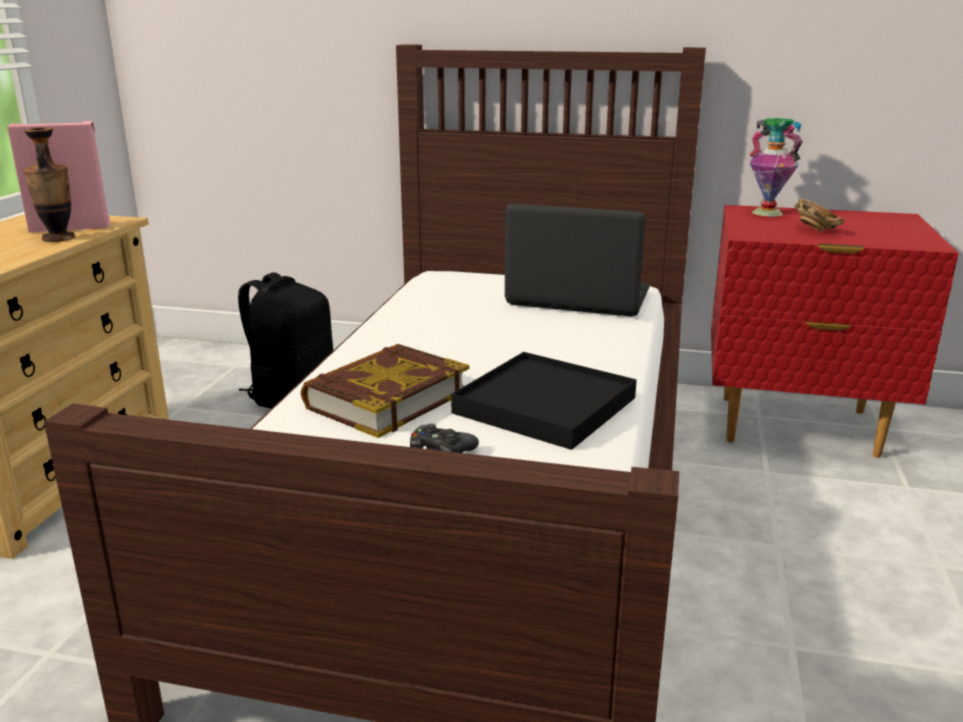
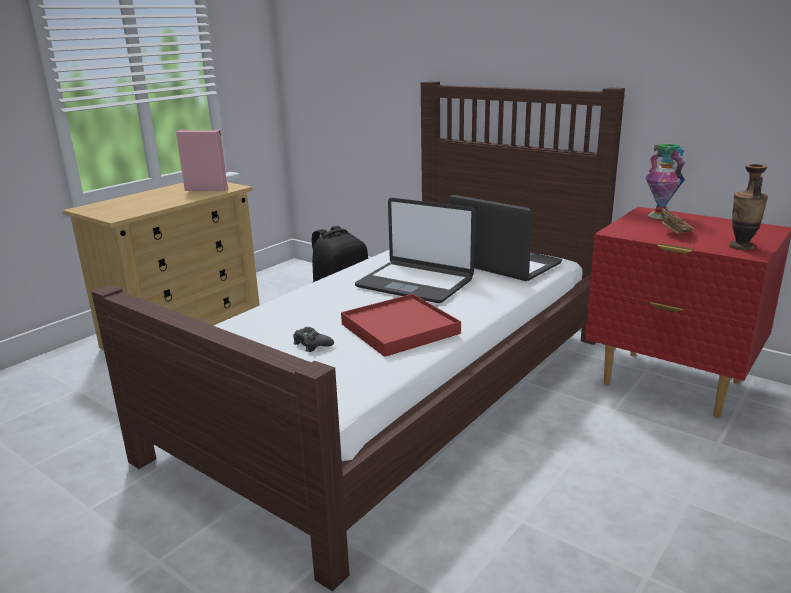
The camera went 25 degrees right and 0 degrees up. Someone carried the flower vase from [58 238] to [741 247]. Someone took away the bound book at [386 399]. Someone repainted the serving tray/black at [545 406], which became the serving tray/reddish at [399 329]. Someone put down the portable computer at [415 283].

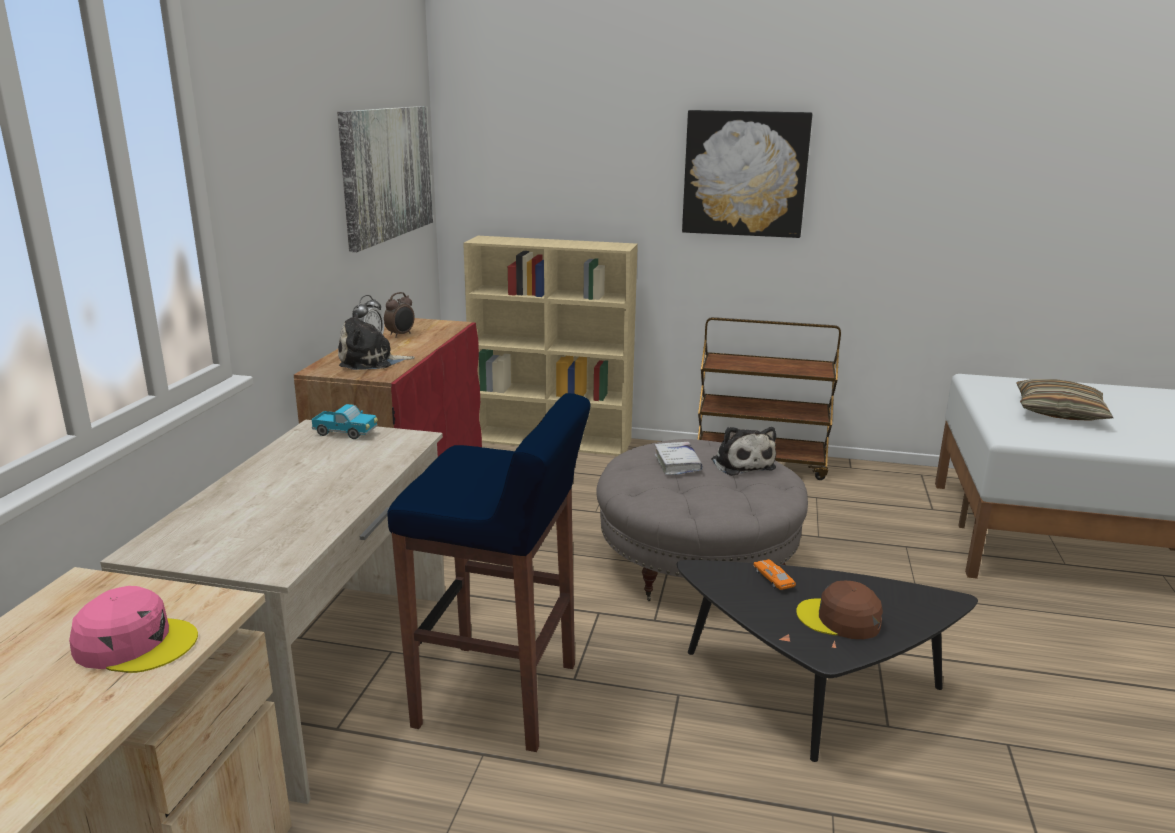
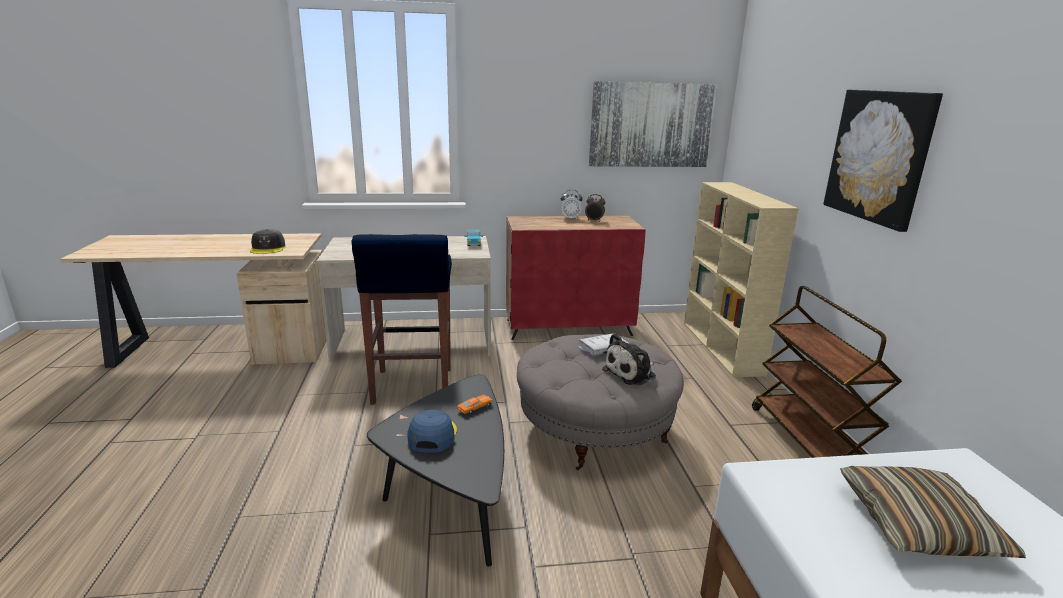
The camera went 70 degrees right and 0 degrees up. Someone repainted the baseball cap/pink at [135 643], which became the baseball cap/greyish at [268 248]. Someone took away the cuddly toy at [370 362]. Someone repainted the baseball cap/brown at [839 619], which became the baseball cap/blue-coloured at [432 435].

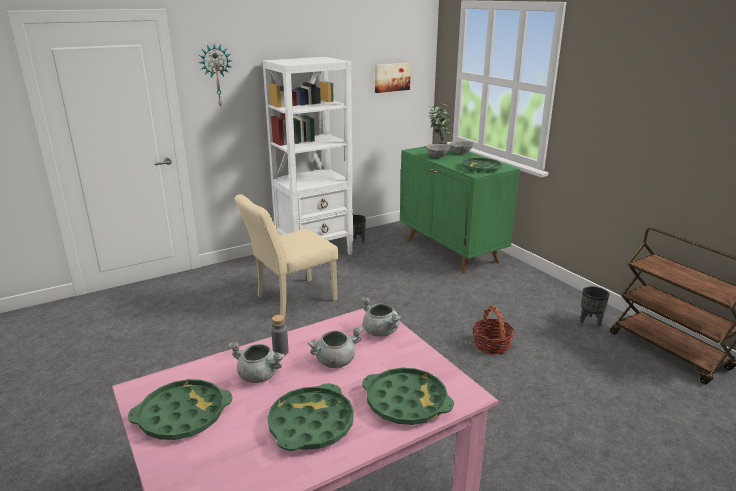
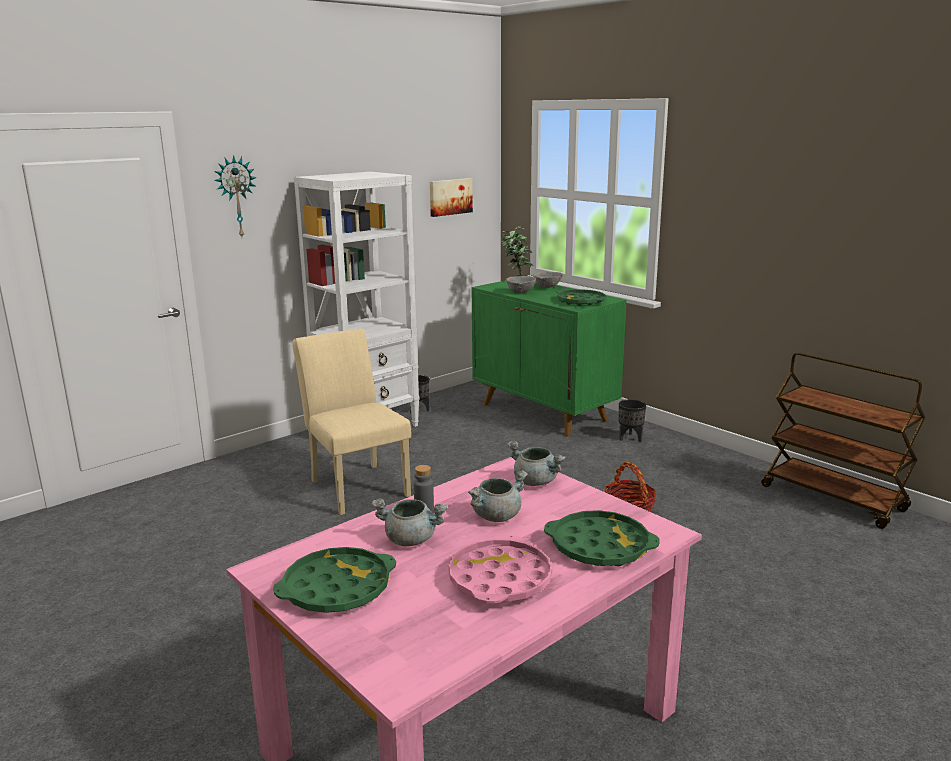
The camera went 10 degrees left and 5 degrees down. Someone rotated the chair/beige-coloured at [290 299] by 105 degrees clockwise. Someone repainted the serving tray/green at [311 424], which became the serving tray/pink at [499 579]. Someone carried the flower pot/black from [590 321] to [630 438].

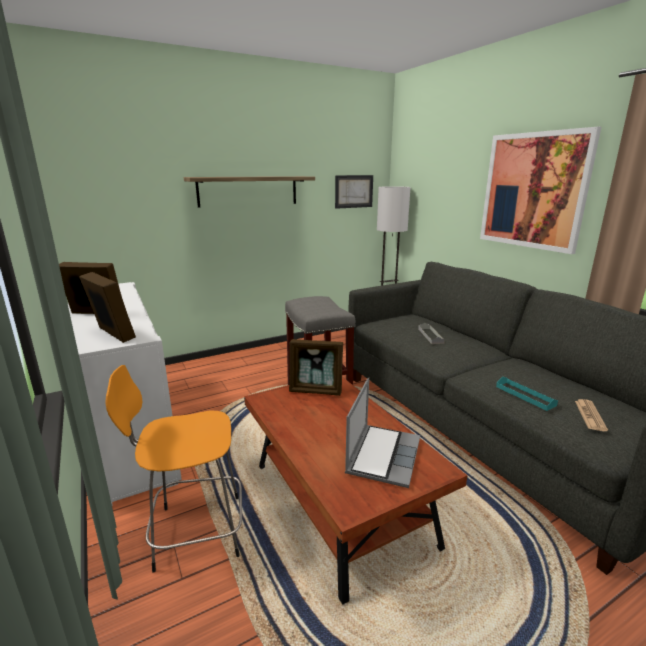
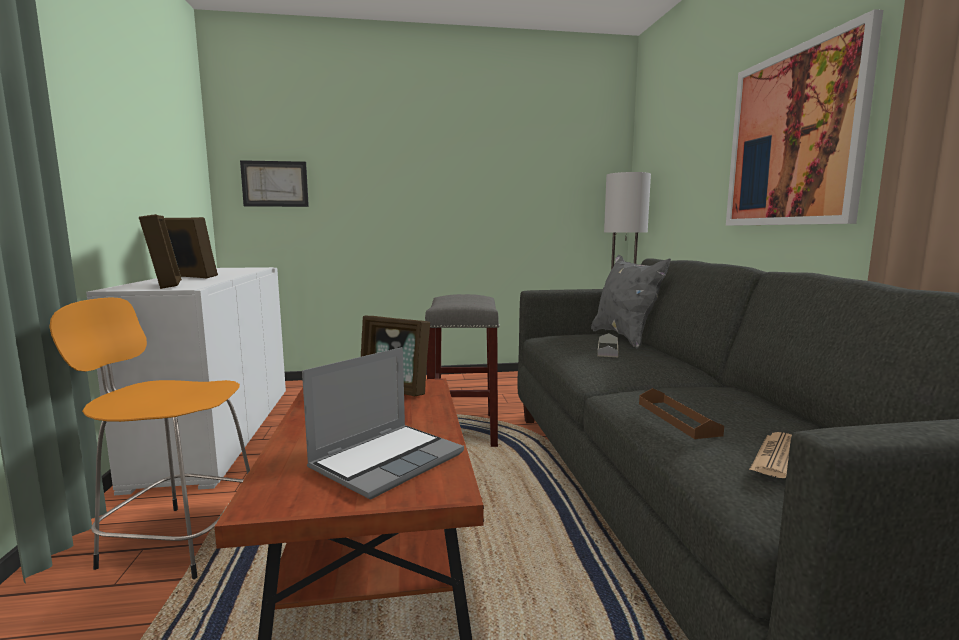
The camera went 20 degrees right and 10 degrees down. Someone took away the wall shelf at [248 191]. Someone carried the wall picture from [353 191] to [275 184]. Someone repainted the serving tray/blue-green at [525 396], which became the serving tray/brown at [677 418]. Someone put down the pillow/greyish at [625 338].

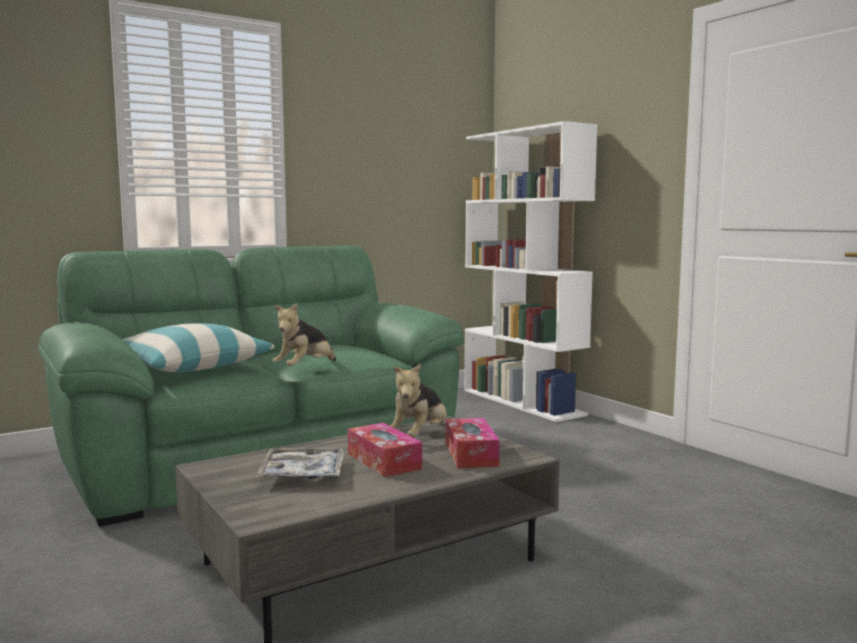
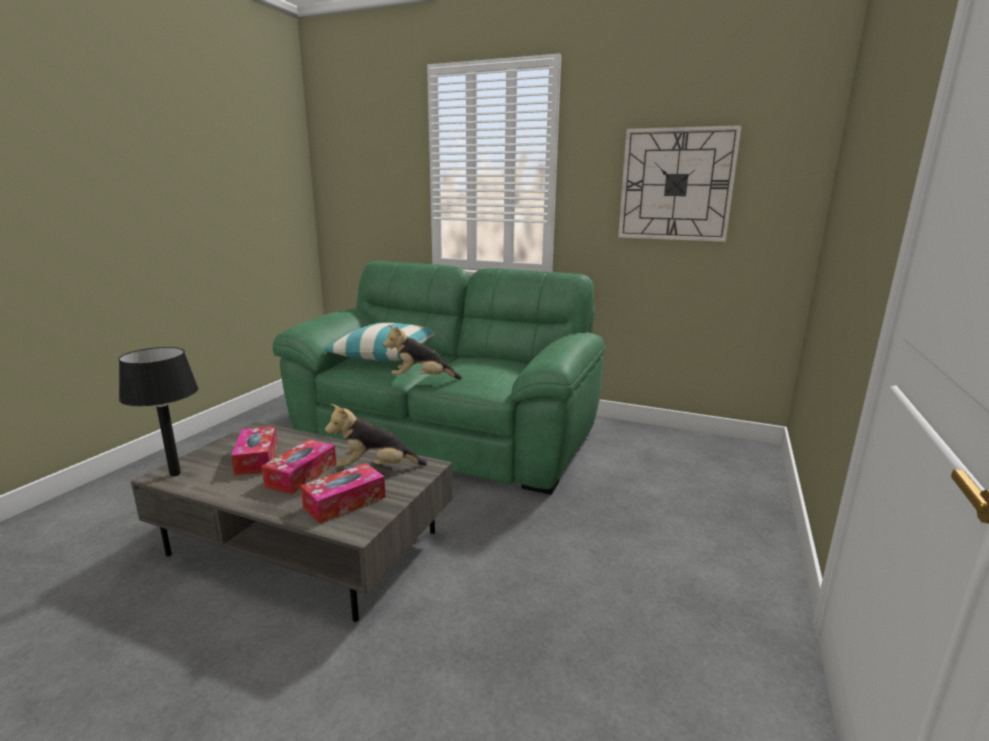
The camera went 55 degrees right and 10 degrees up. Someone swapped the serving tray at [303 473] for the tissue box at [257 458]. Someone took away the bookcase/whitish at [523 402]. Someone put down the table lamp/black at [175 473]. Someone put up the hanging clock at [676 185].

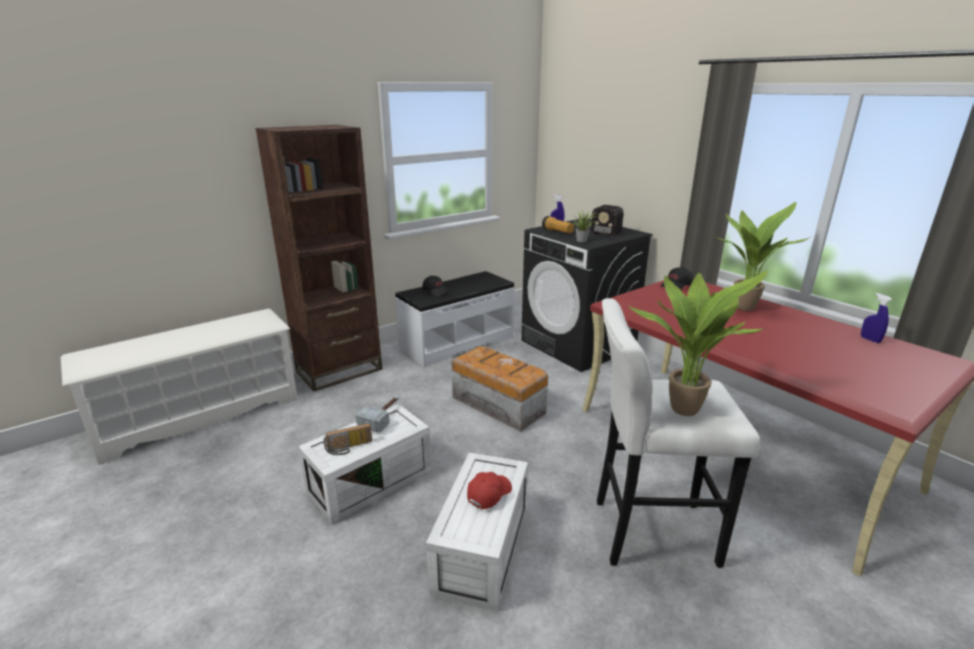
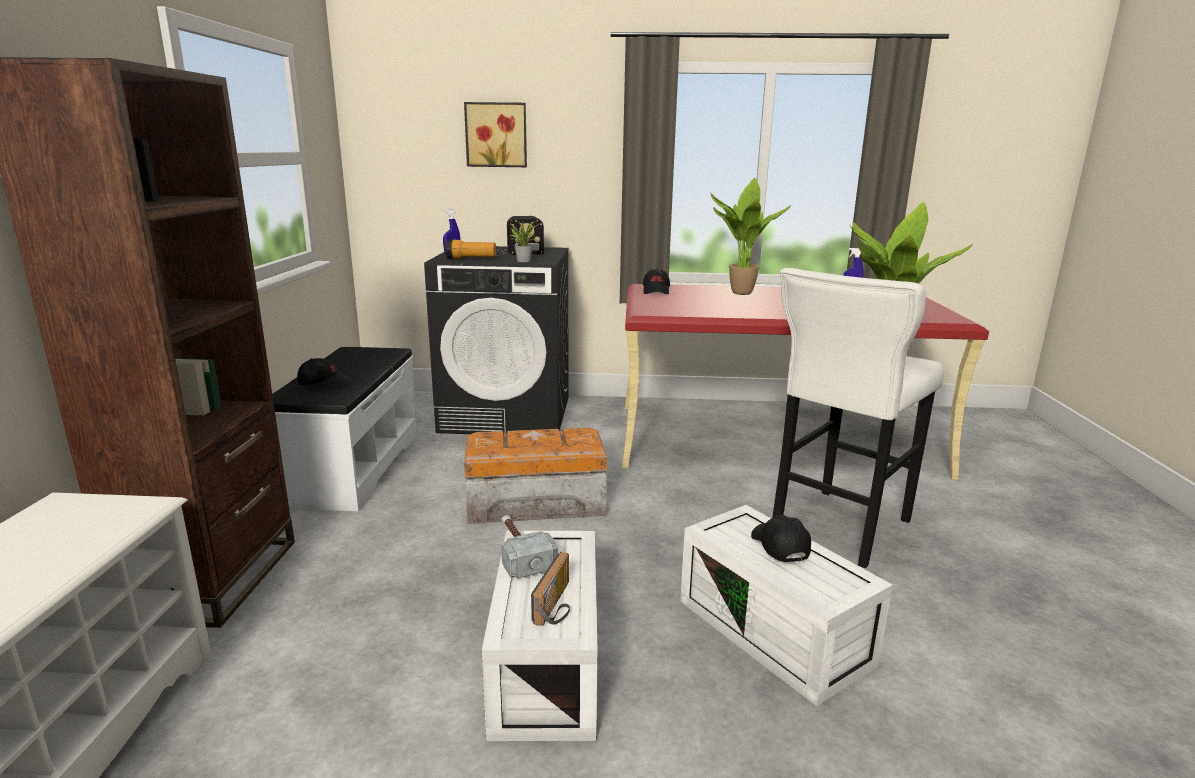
The camera went 50 degrees left and 5 degrees down. Someone repainted the baseball cap/reddish at [489 494], which became the baseball cap/black at [778 546]. Someone put up the wall picture at [496 135].

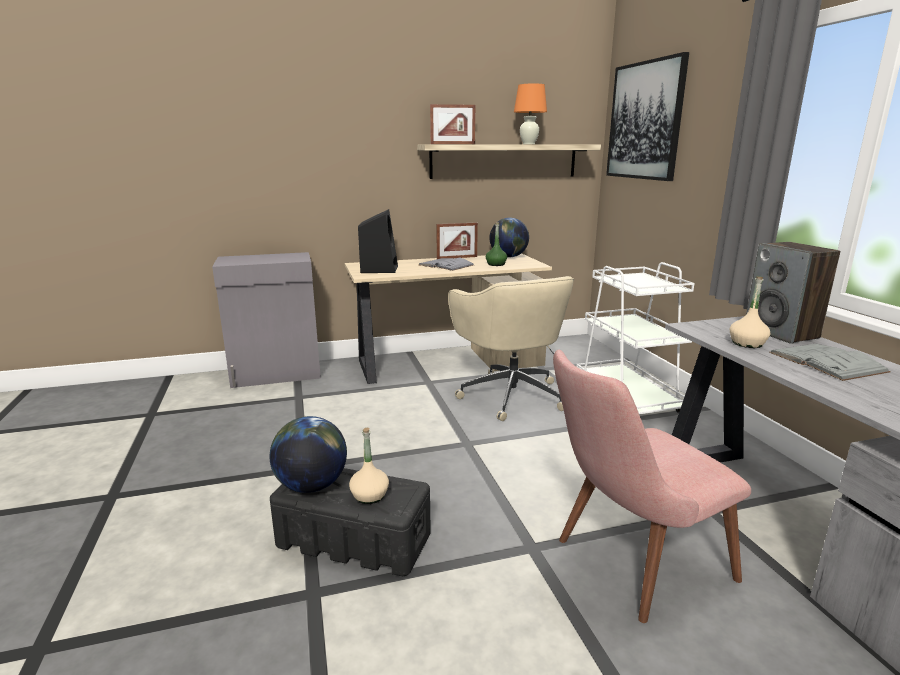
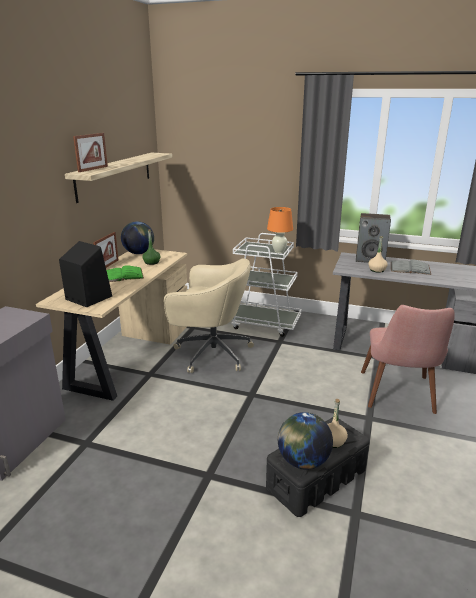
The camera went 55 degrees left and 5 degrees up. Someone repainted the bound book/greyish at [446 265], which became the bound book/green at [122 275]. Someone carried the table lamp/orange from [528 144] to [279 251]. Someone took away the wall picture at [645 121].

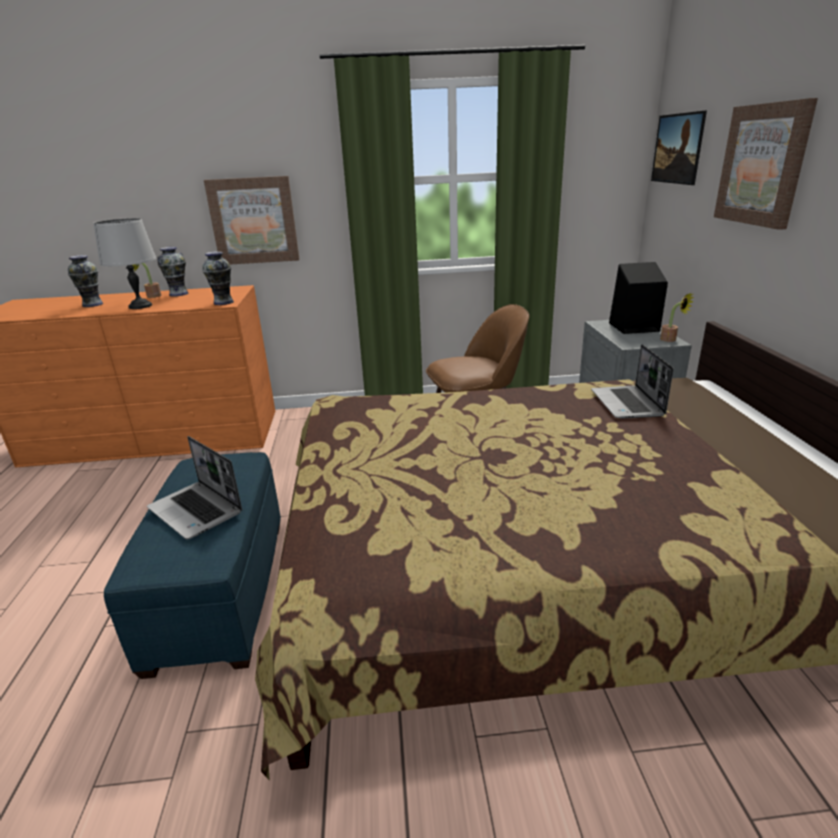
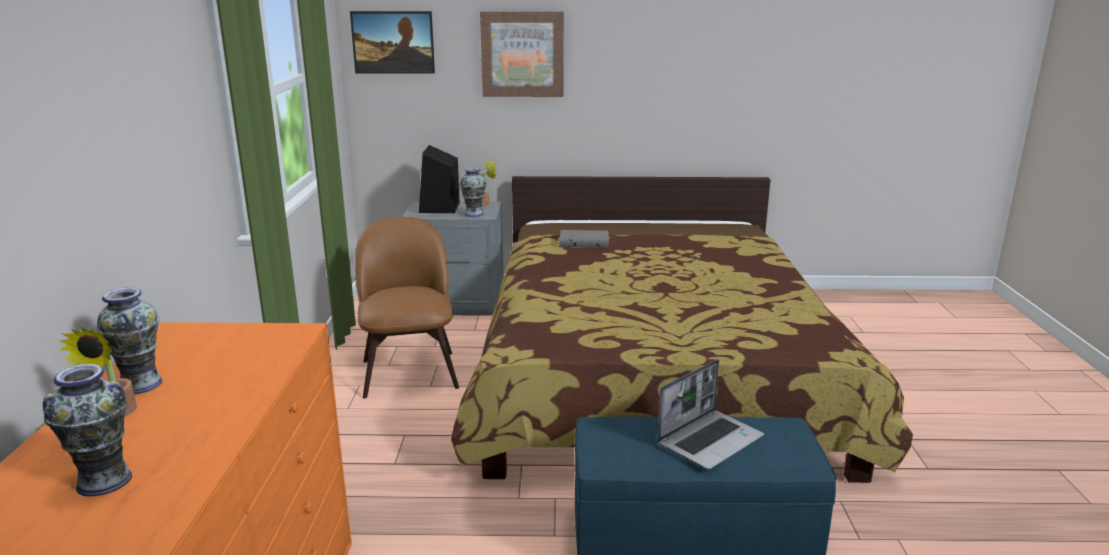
The camera went 85 degrees left and 5 degrees down. Someone took away the table lamp/greyish at [139 306]. Someone carried the flower vase from [224 302] to [473 214]. Someone took away the wall picture at [254 221]. Someone swapped the portable computer at [628 404] for the bound book/greyish at [584 242].

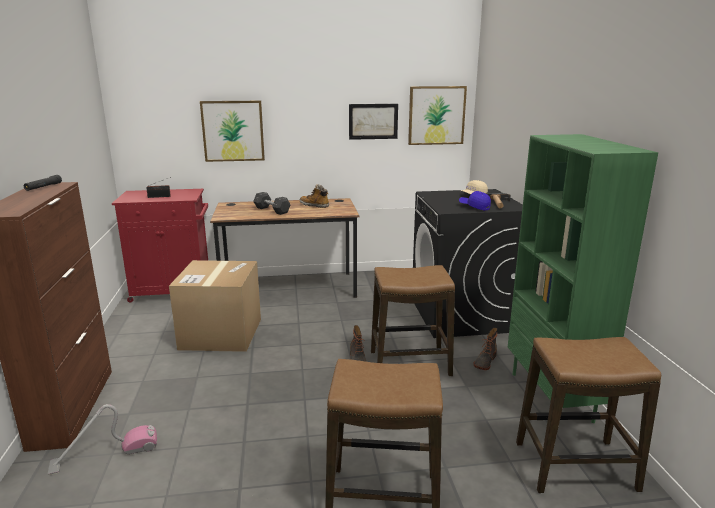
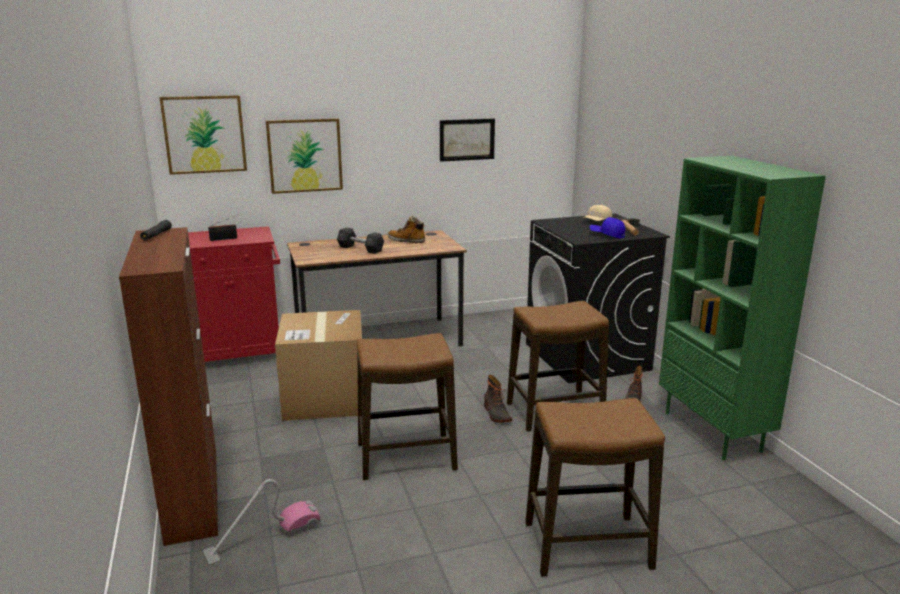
The camera went 10 degrees left and 0 degrees up. Someone carried the wall picture from [436 115] to [204 134]. Someone carried the stool from [575 466] to [406 457].

